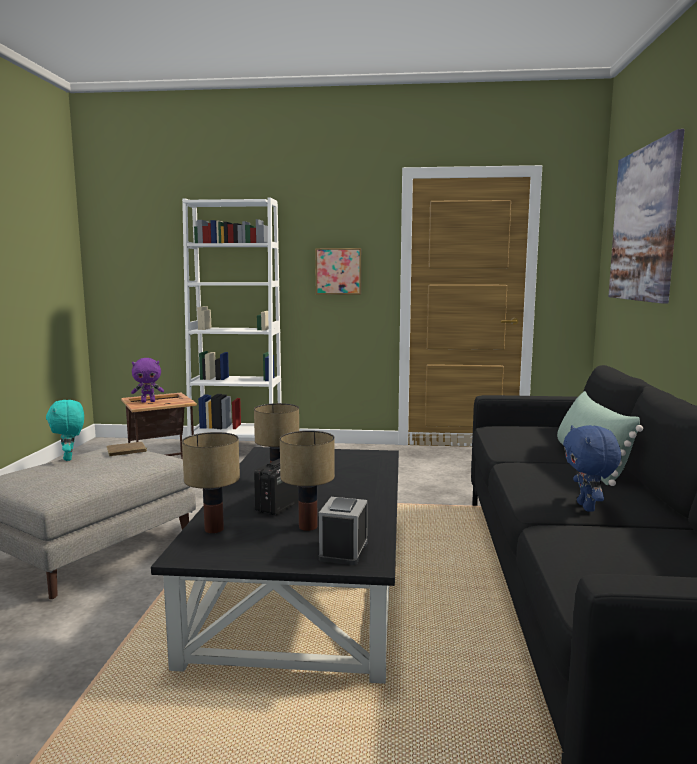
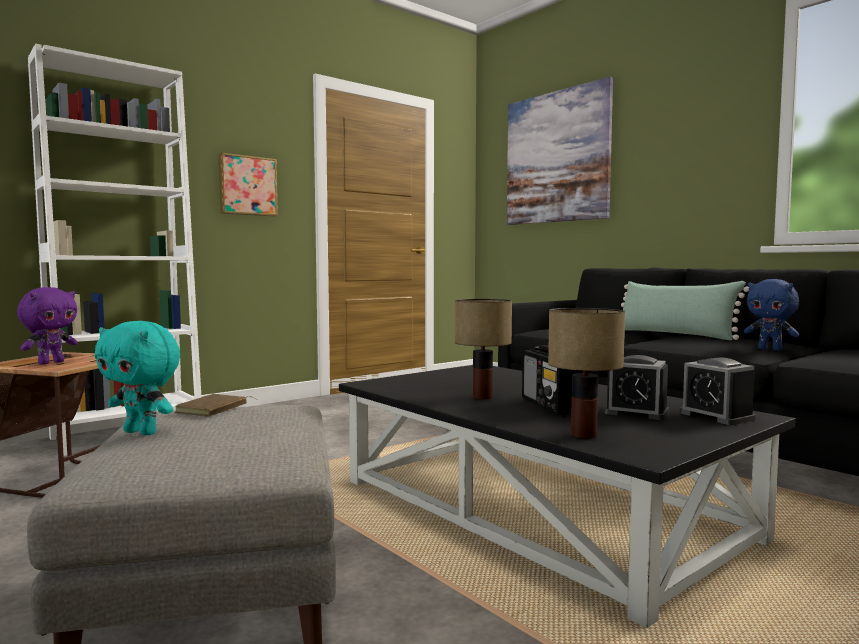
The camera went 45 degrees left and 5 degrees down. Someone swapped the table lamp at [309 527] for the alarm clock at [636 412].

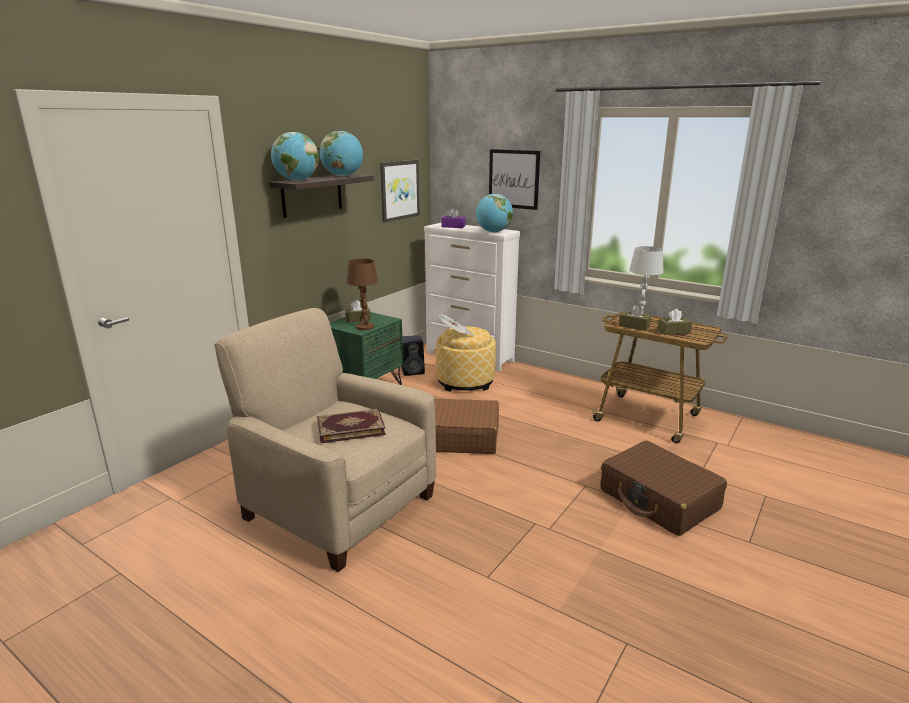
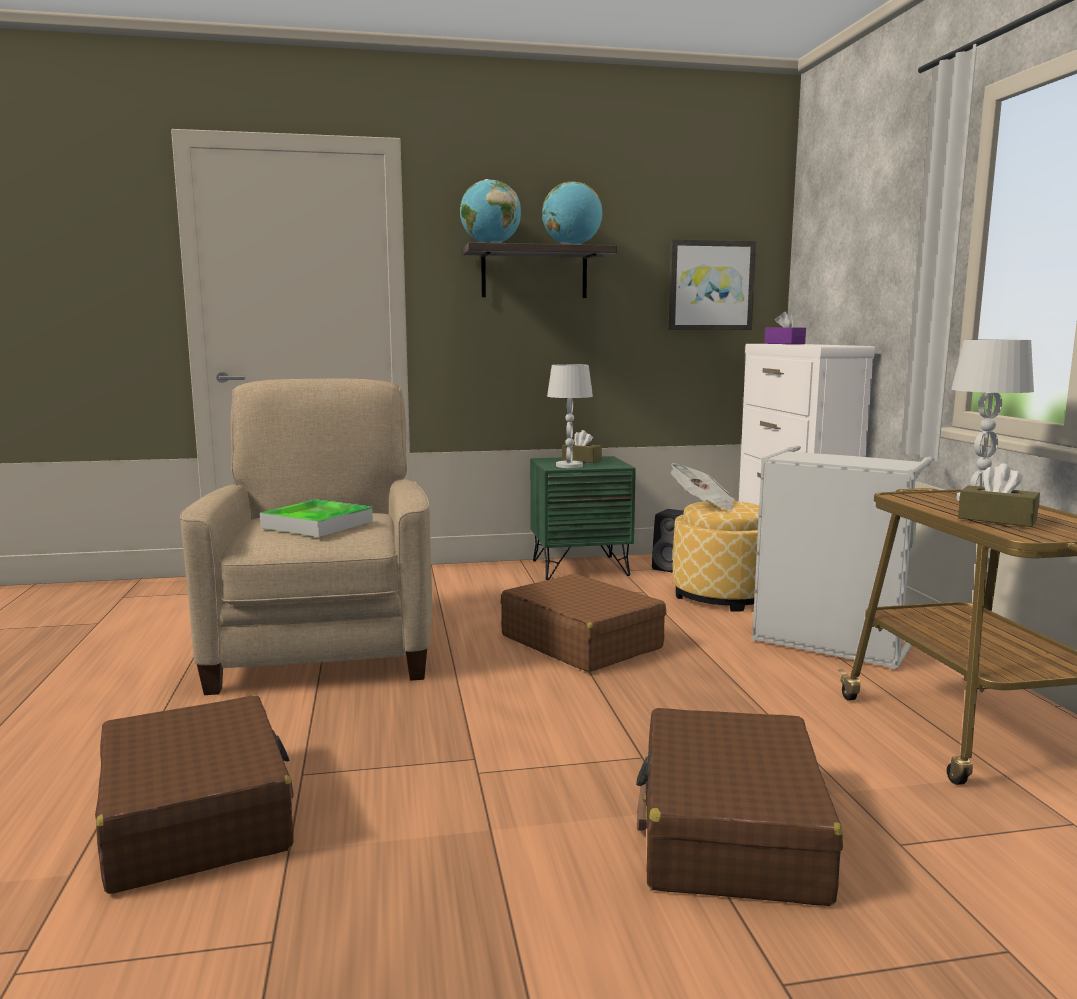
The camera went 45 degrees right and 10 degrees down. Someone swapped the bound book at [350 427] for the serving tray at [317 524]. Someone repainted the table lamp/brown at [365 327], which became the table lamp/whitish at [569 466]. Someone took away the globe at [493 232]. Someone took away the wall picture at [513 179]. Someone took away the tissue box/brown at [634 326]. Someone put down the piece of luggage/brown at [196 816]. Someone put down the hamper/greyish at [831 643].

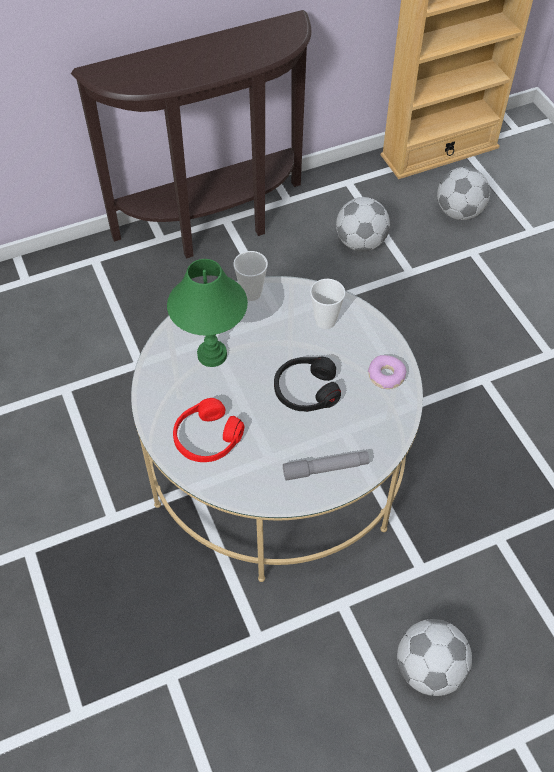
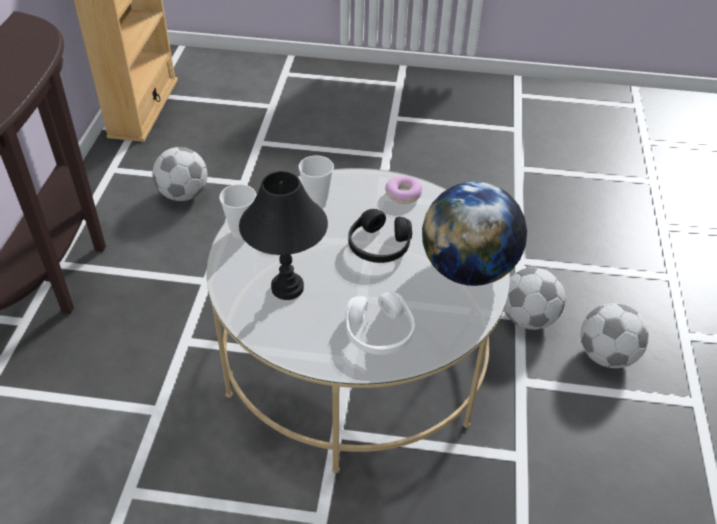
The camera went 60 degrees left and 10 degrees down. Someone repainted the table lamp/green at [212 354], which became the table lamp/black at [287 287]. Someone repainted the headphones/reddish at [207 438], which became the headphones/whitish at [379 332]. Someone swapped the torch/greyish at [325 469] for the globe at [468 270]. Someone carried the football from [459 212] to [528 319].

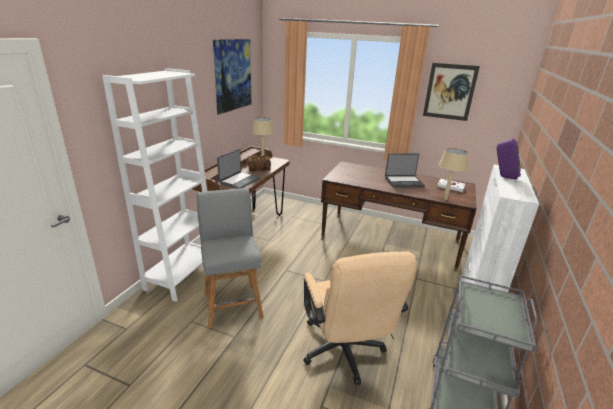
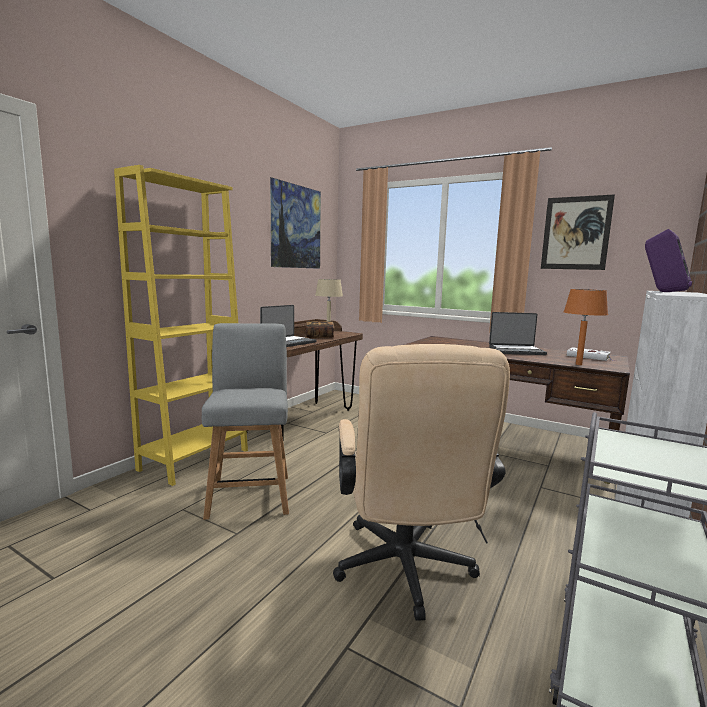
The camera went 10 degrees right and 15 degrees down. Someone repainted the bookcase/whitish at [182 276], which became the bookcase/yellowish at [194 460]. Someone repainted the table lamp/beige-coloured at [445 199], which became the table lamp/orange at [578 364].

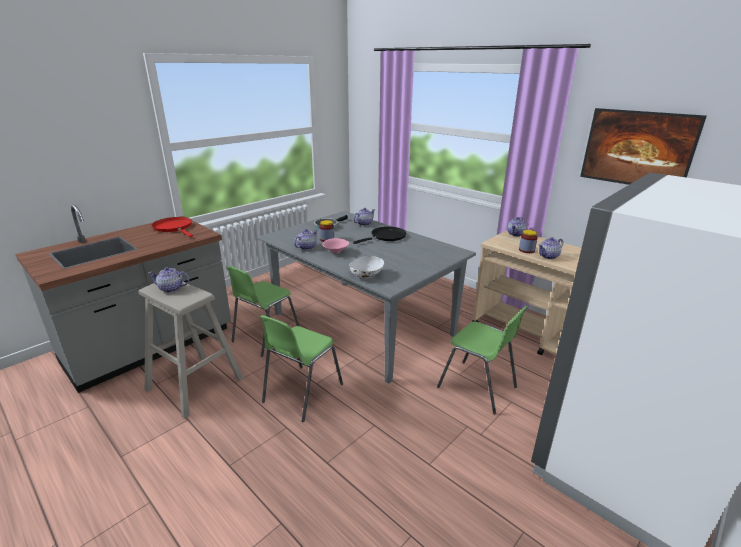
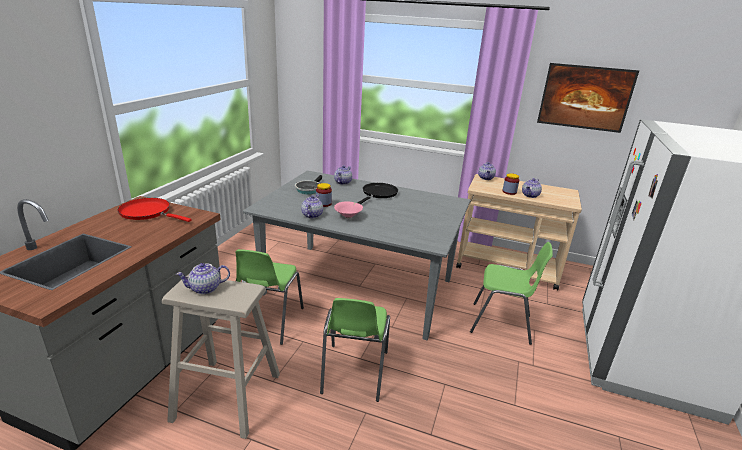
The camera went 25 degrees left and 0 degrees up. Someone took away the serving bowl/whitish at [366 276].

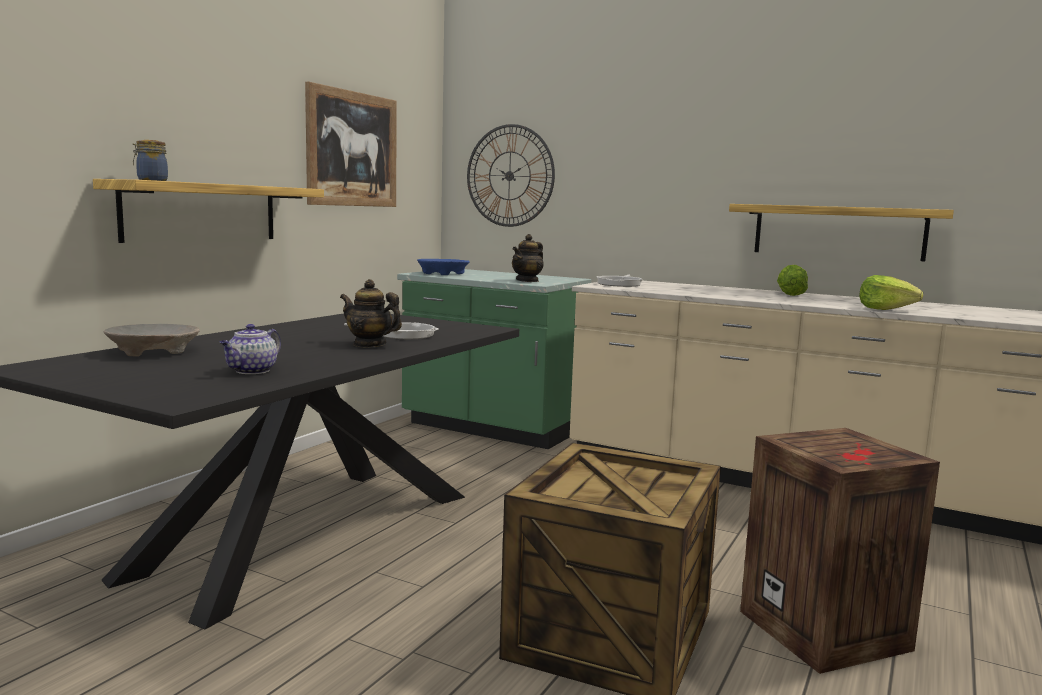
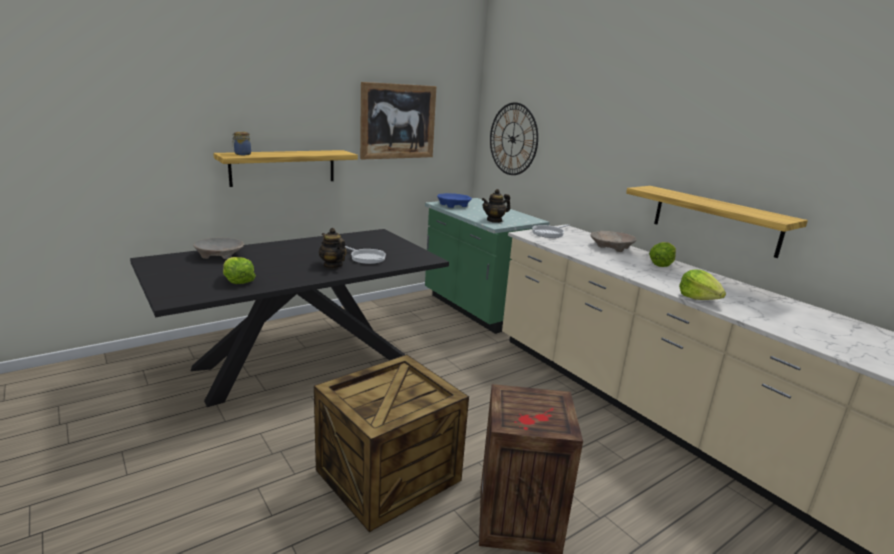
The camera went 25 degrees right and 10 degrees up. Someone swapped the teapot at [252 371] for the lettuce head at [238 281]. Someone put down the serving bowl/beige-coloured at [611 247].

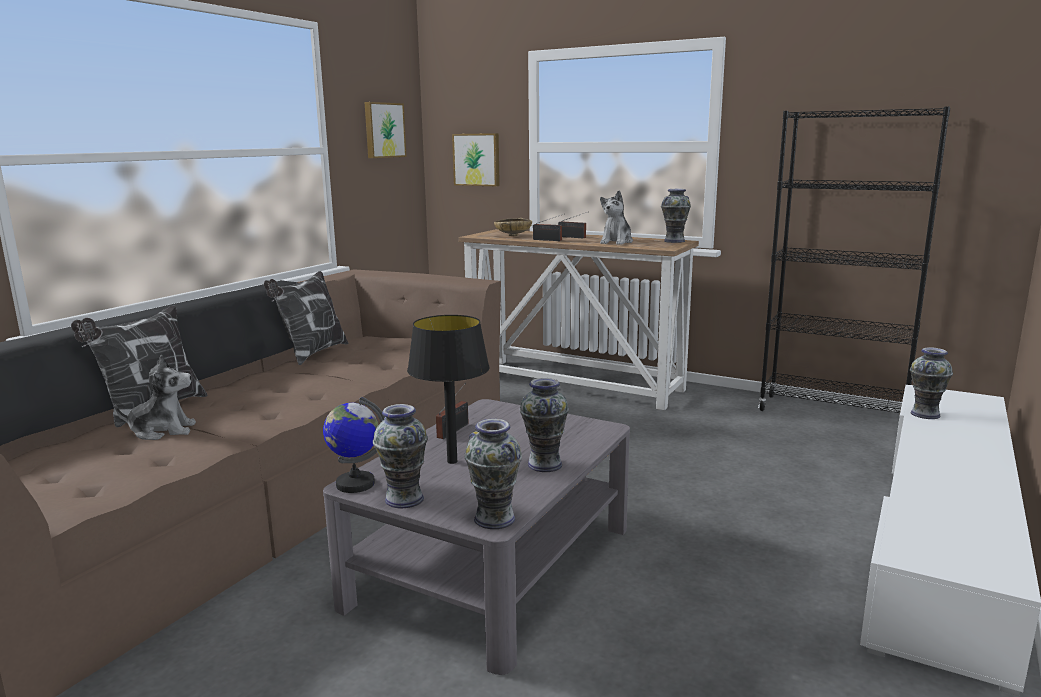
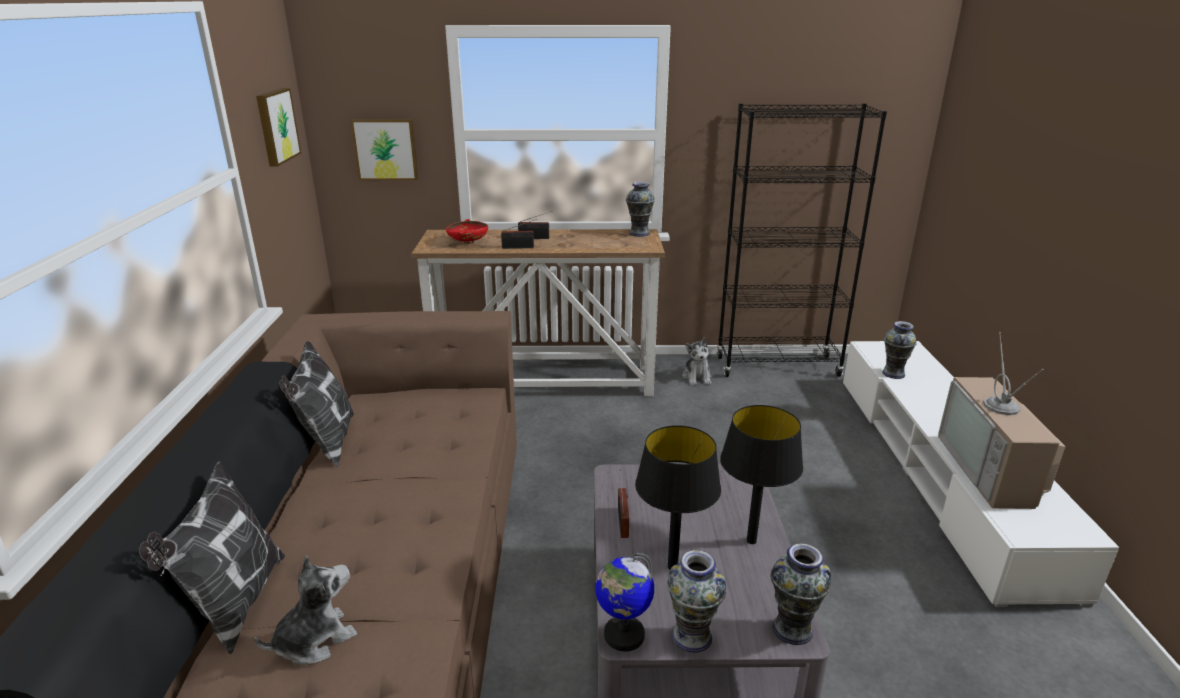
The camera went 30 degrees left and 10 degrees up. Someone repainted the serving bowl/beige-coloured at [513 235], which became the serving bowl/reddish at [468 242]. Someone swapped the flower vase at [545 464] for the table lamp/black at [751 540]. Someone carried the cuddly toy from [616 242] to [697 377]. Someone put down the television at [993 471].

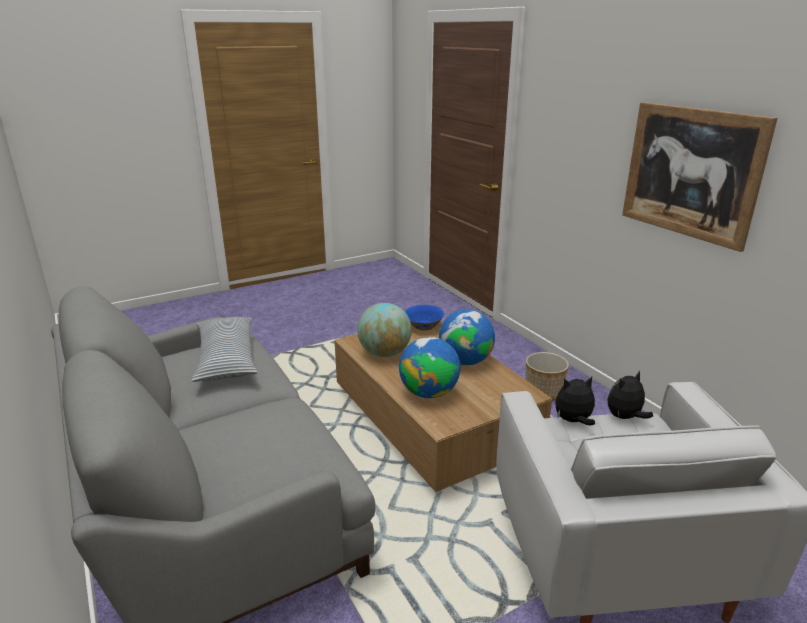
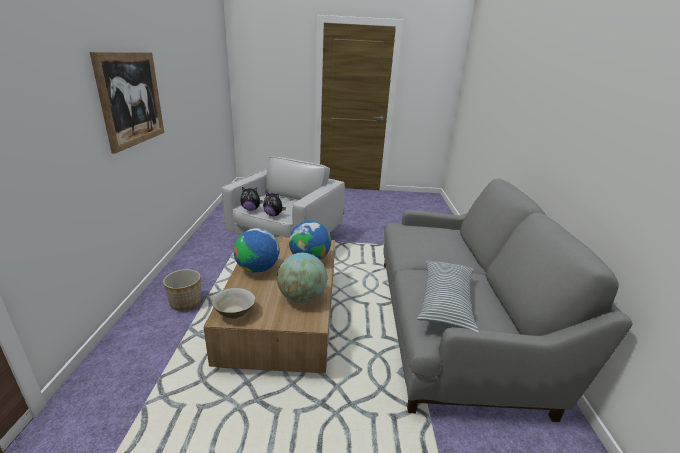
The camera went 150 degrees left and 0 degrees up. Someone repainted the serving bowl/blue-coloured at [423 327], which became the serving bowl/beige-coloured at [235 312].

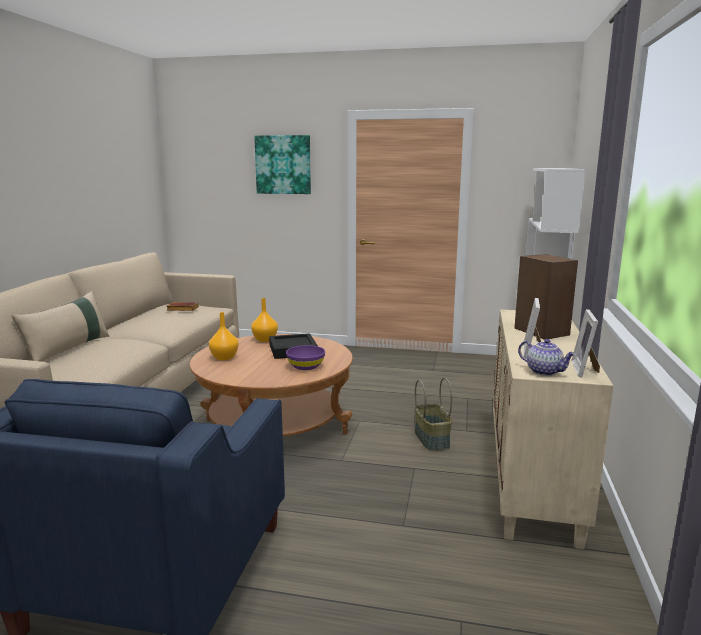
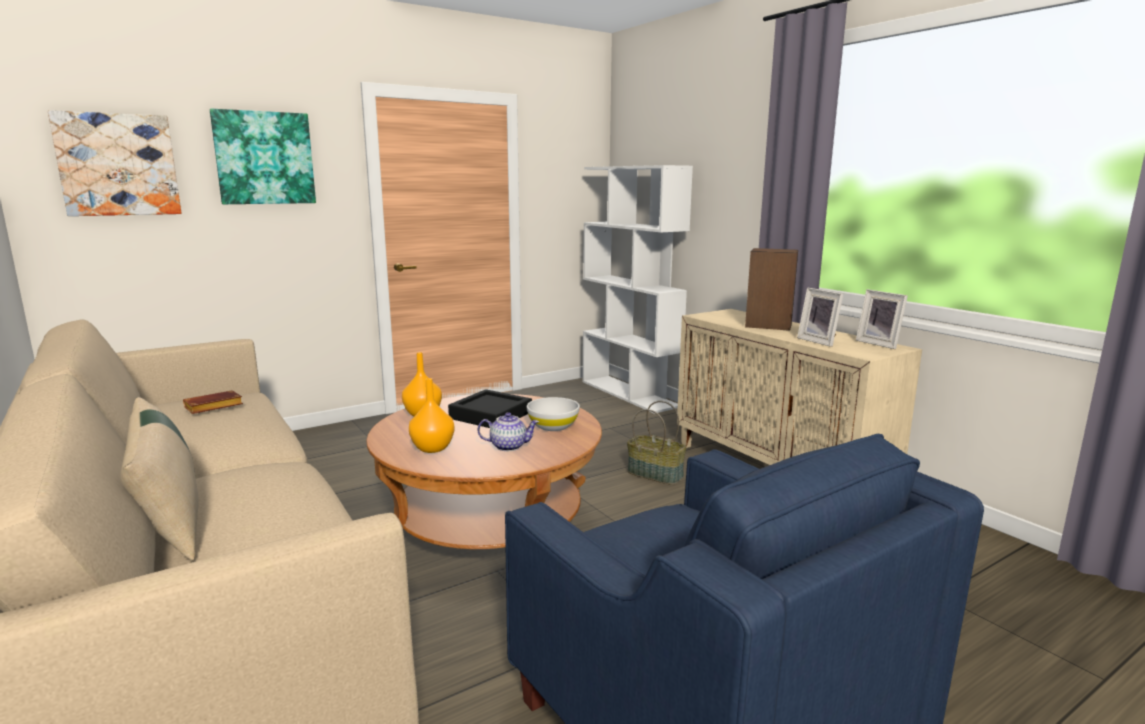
The camera went 45 degrees left and 0 degrees up. Someone repainted the serving bowl/purple-coloured at [305 366], which became the serving bowl/whitish at [553 426]. Someone carried the teapot from [544 371] to [509 446]. Someone put up the wall picture at [118 165].

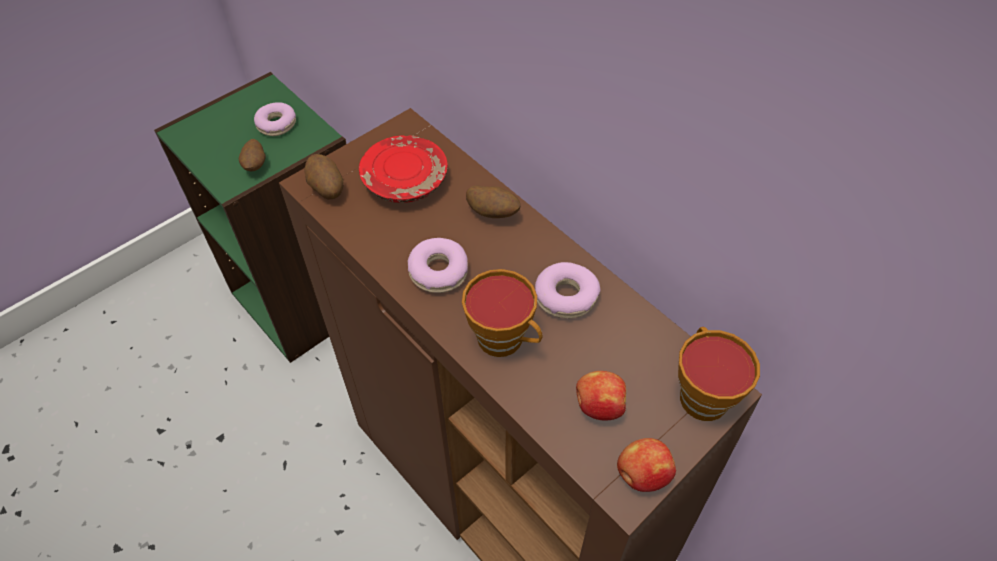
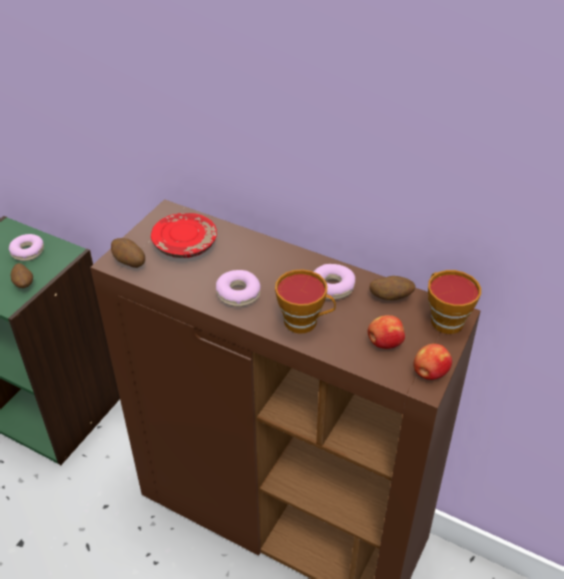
The camera went 20 degrees left and 10 degrees down. Someone carried the potato from [493 213] to [390 297].

